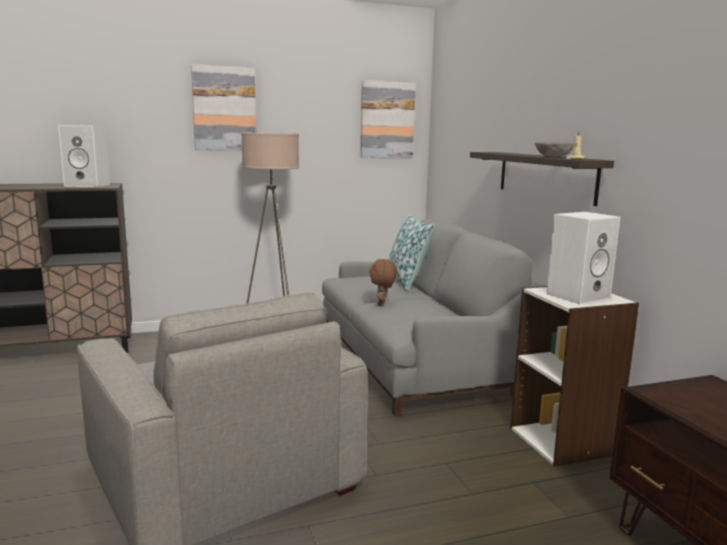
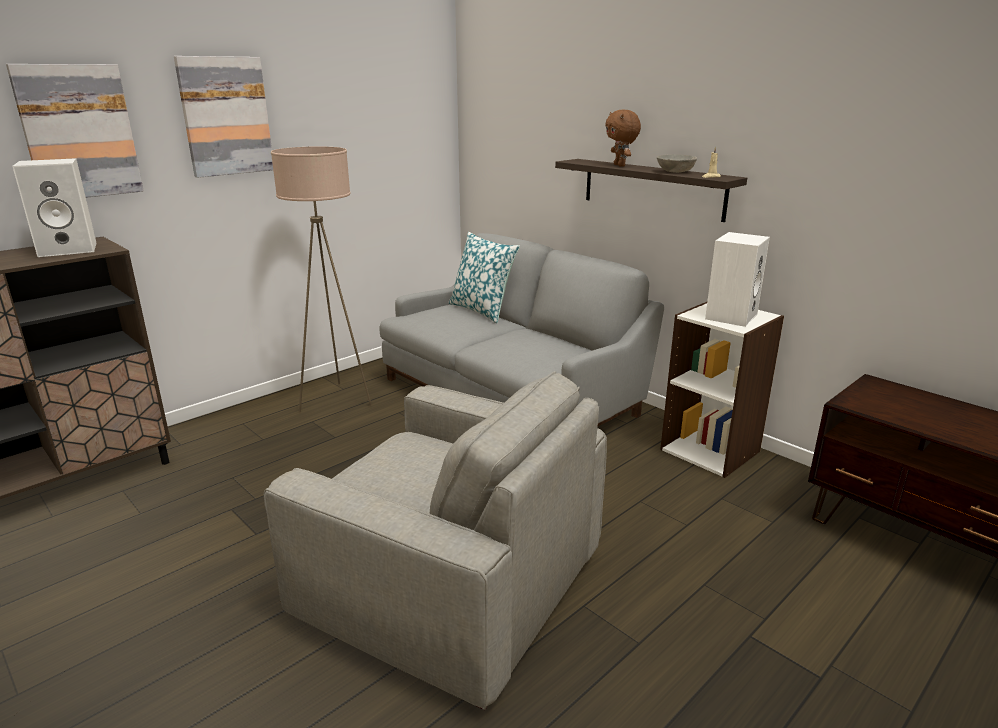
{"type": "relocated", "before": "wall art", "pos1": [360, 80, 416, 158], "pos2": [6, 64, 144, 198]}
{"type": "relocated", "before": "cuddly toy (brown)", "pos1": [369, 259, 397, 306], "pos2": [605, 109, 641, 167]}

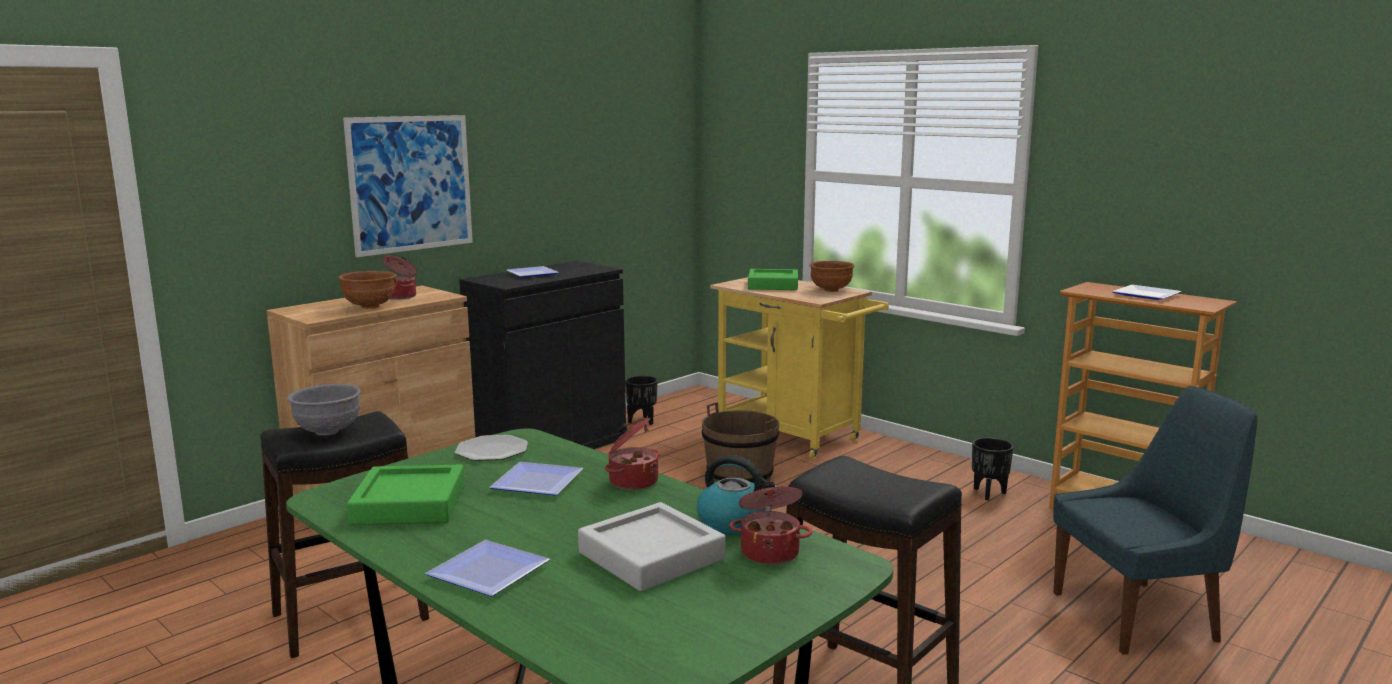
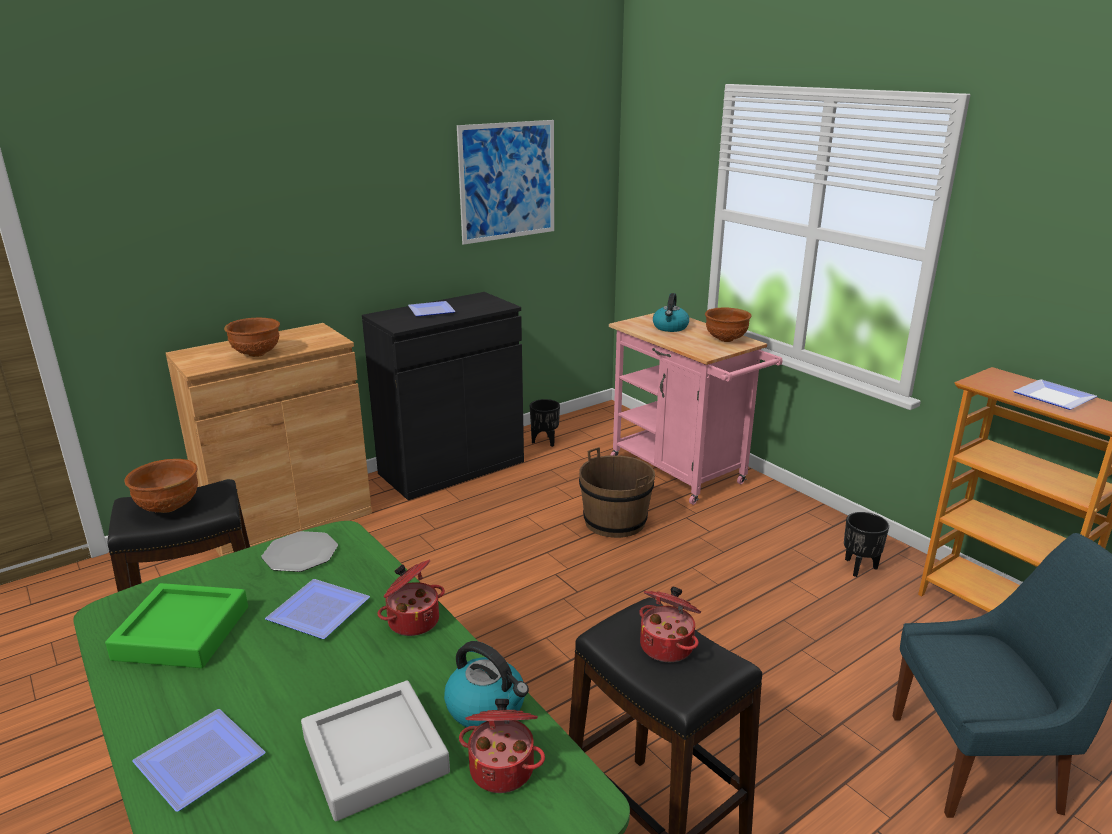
{"type": "colour", "before": "serving bowl (greyish)", "after": "serving bowl (brown)", "pos1": [287, 384, 361, 436], "pos2": [124, 459, 198, 513]}
{"type": "relocated", "before": "wall art", "pos1": [343, 115, 473, 257], "pos2": [457, 120, 554, 245]}
{"type": "colour", "before": "trolley (yellowish)", "after": "trolley (pinkish)", "pos1": [710, 277, 889, 459], "pos2": [609, 313, 782, 505]}
{"type": "relocated", "before": "cooking pot", "pos1": [382, 256, 417, 300], "pos2": [639, 586, 701, 662]}
{"type": "exchanged", "before": "serving tray (green-coloured)", "after": "kettle", "pos1": [748, 269, 798, 290], "pos2": [653, 293, 689, 332]}

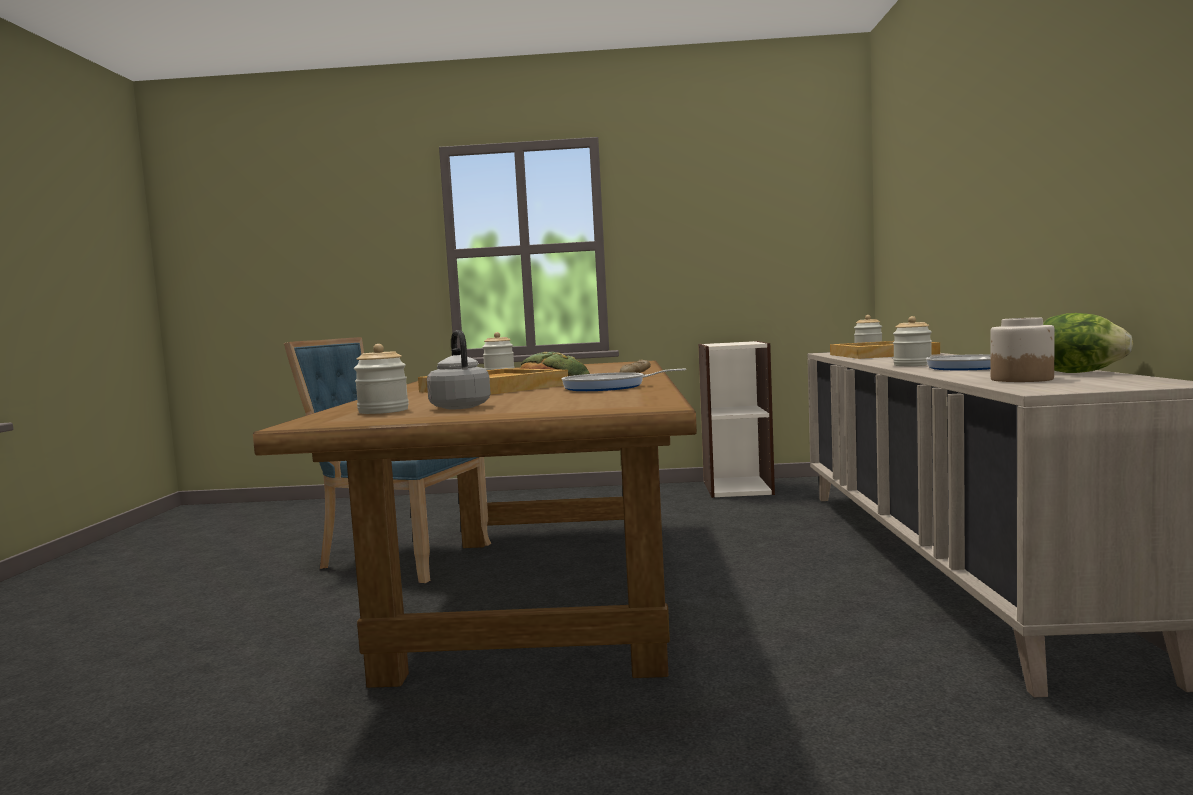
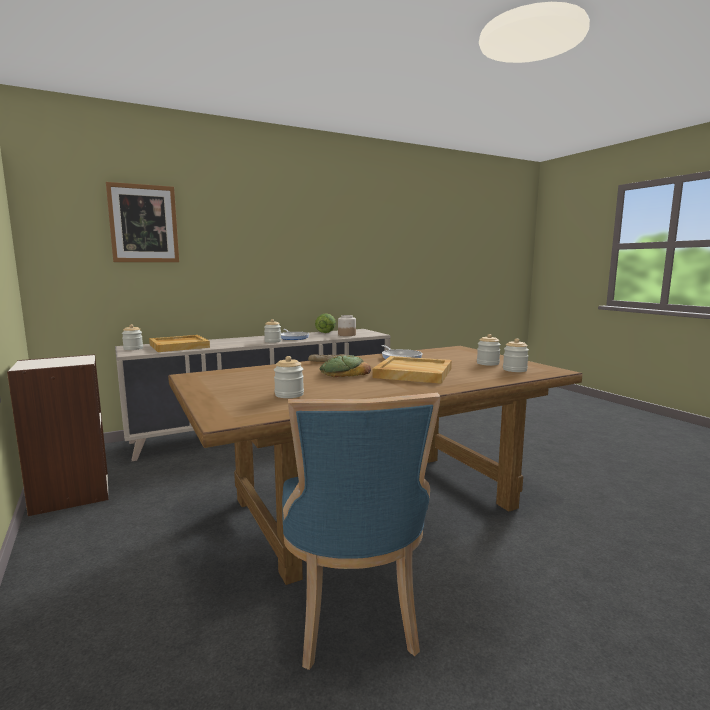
{"type": "appeared", "after": "wall art", "pos2": [106, 182, 179, 262]}
{"type": "exchanged", "before": "kettle (greyish)", "after": "storage jar", "pos1": [427, 330, 491, 409], "pos2": [477, 334, 501, 366]}

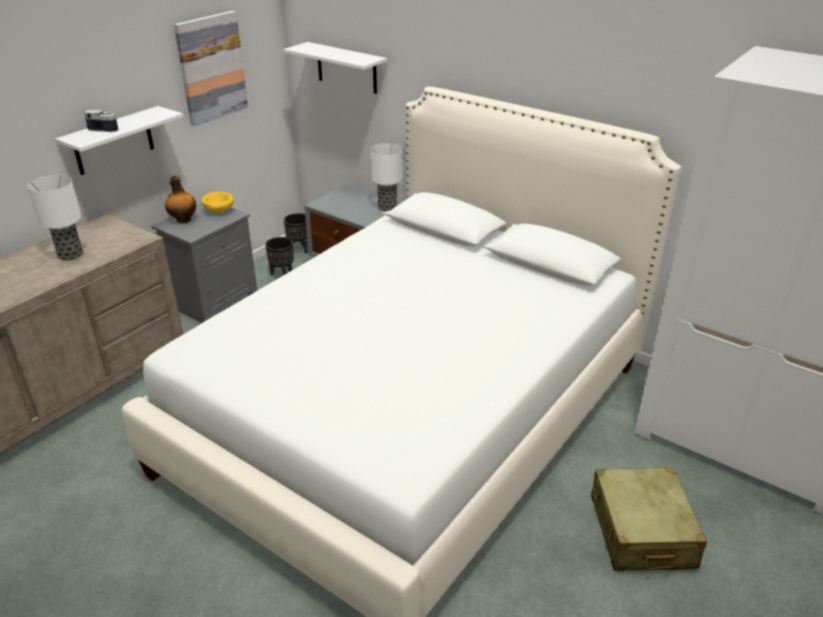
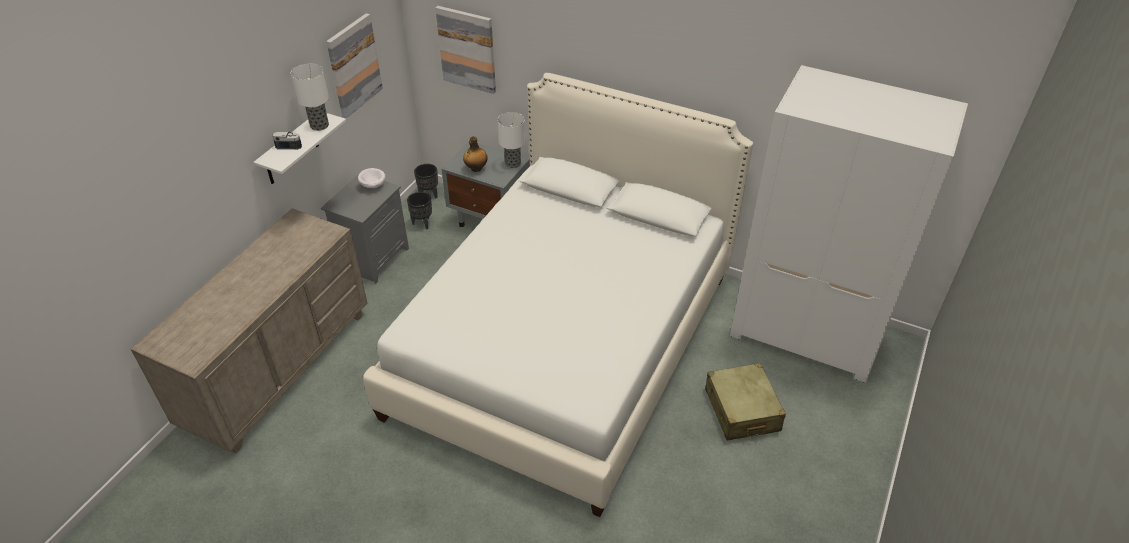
{"type": "relocated", "before": "lamp for a table", "pos1": [27, 175, 83, 261], "pos2": [291, 64, 329, 131]}
{"type": "colour", "before": "serving bowl (yellowish)", "after": "serving bowl (whitish)", "pos1": [201, 192, 234, 213], "pos2": [358, 168, 386, 188]}
{"type": "exchanged", "before": "shelf (whitish)", "after": "wall art", "pos1": [283, 42, 387, 94], "pos2": [435, 6, 496, 94]}
{"type": "relocated", "before": "drink bottle", "pos1": [165, 175, 196, 223], "pos2": [463, 136, 488, 172]}

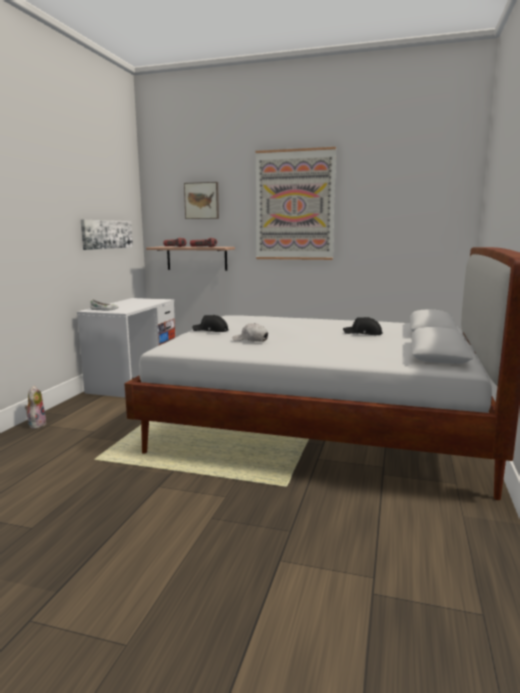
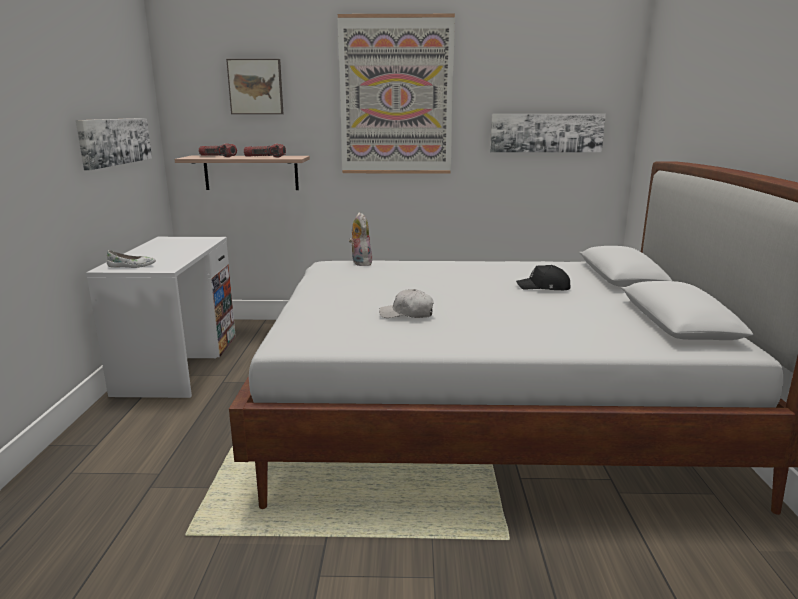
{"type": "relocated", "before": "cuddly toy", "pos1": [25, 386, 47, 429], "pos2": [349, 212, 372, 266]}
{"type": "appeared", "after": "wall art", "pos2": [490, 114, 606, 153]}
{"type": "missing", "before": "cap (blackish)", "pos1": [192, 315, 229, 332]}

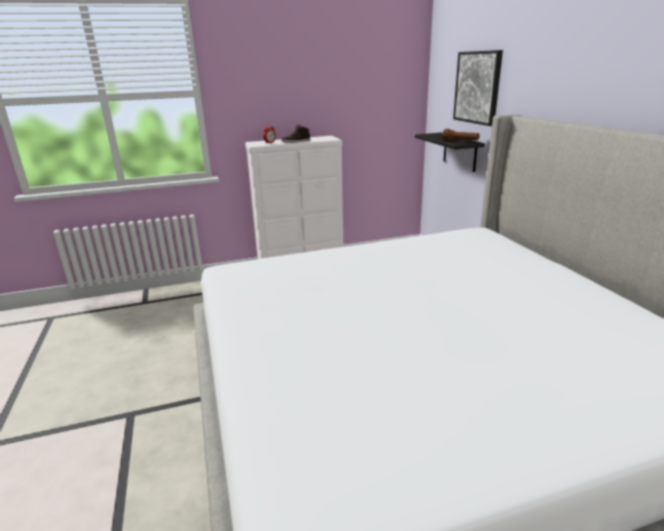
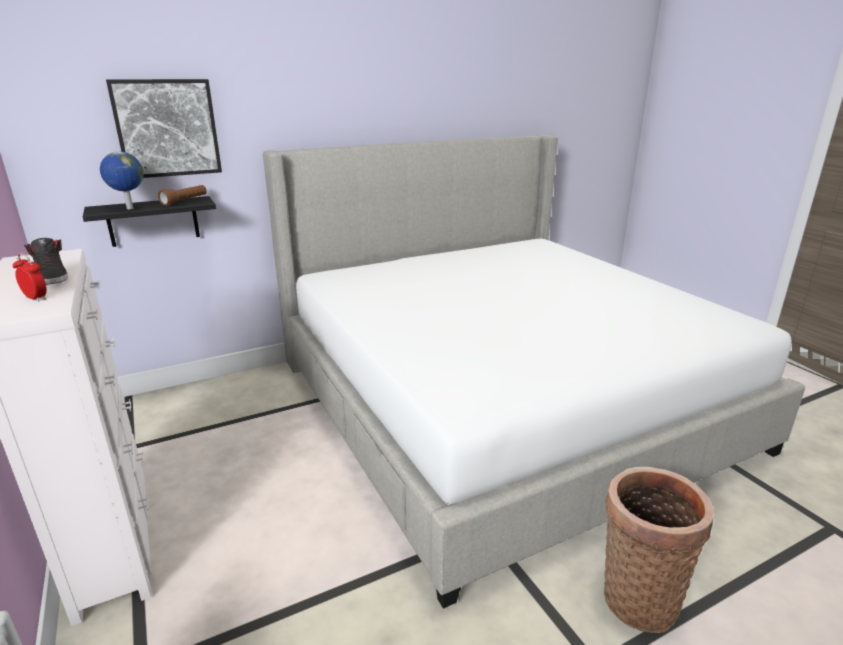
{"type": "appeared", "after": "globe", "pos2": [100, 151, 144, 209]}
{"type": "appeared", "after": "basket", "pos2": [604, 467, 714, 633]}

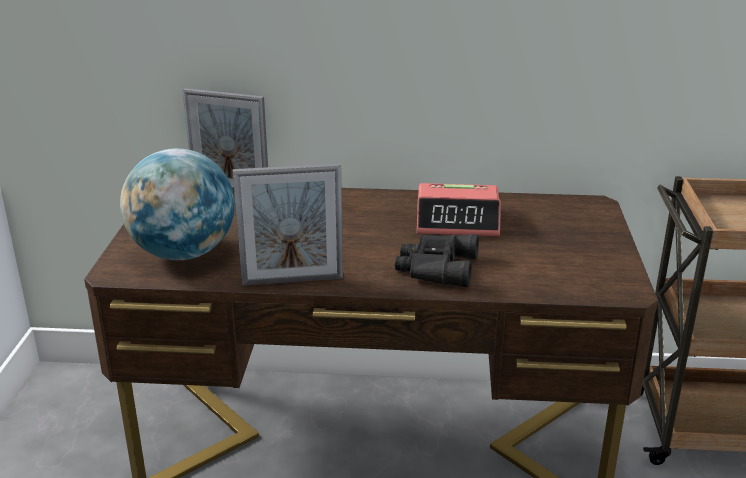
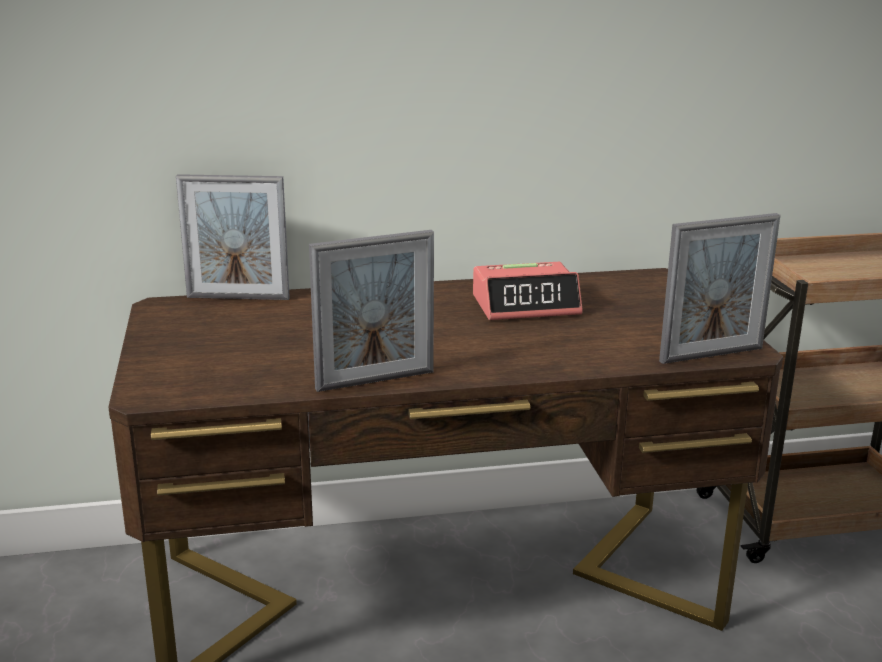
{"type": "appeared", "after": "photo frame", "pos2": [659, 213, 781, 364]}
{"type": "missing", "before": "globe", "pos1": [120, 148, 235, 260]}
{"type": "missing", "before": "field glasses (blackish)", "pos1": [395, 234, 479, 287]}

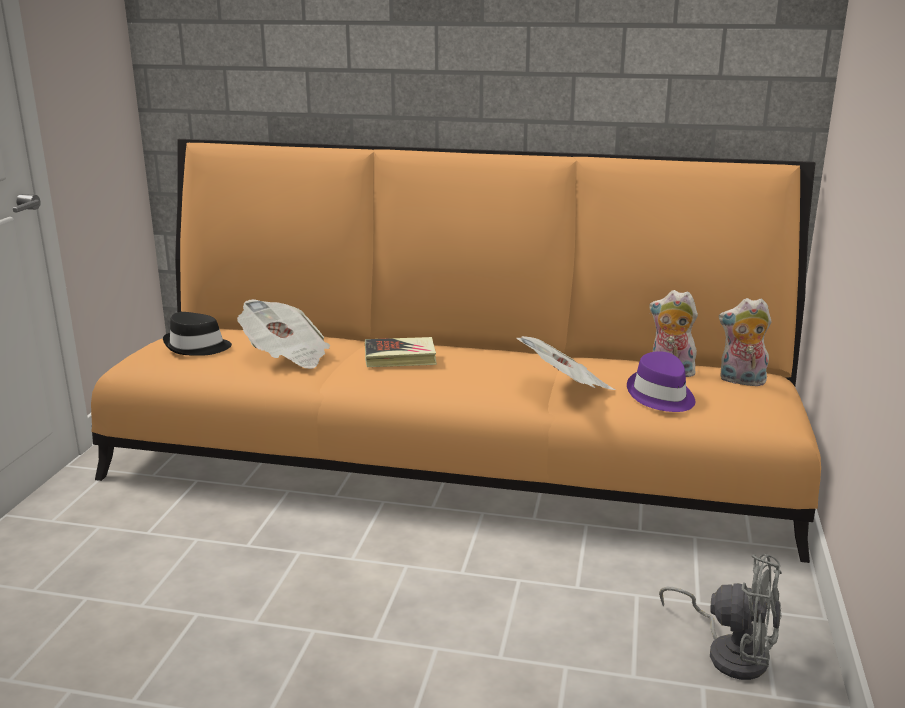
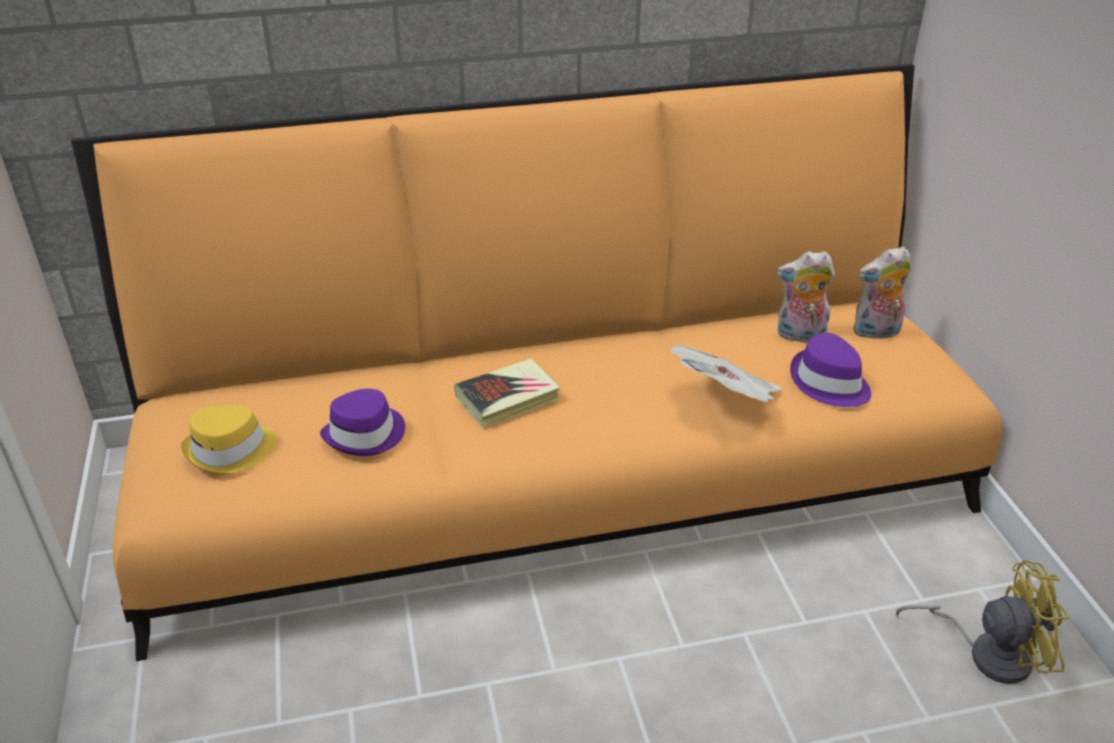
{"type": "colour", "before": "wearable hat (blackish)", "after": "wearable hat (yellowish)", "pos1": [163, 312, 232, 356], "pos2": [181, 405, 277, 474]}
{"type": "exchanged", "before": "printed paper", "after": "wearable hat (purple-coloured)", "pos1": [237, 299, 330, 369], "pos2": [320, 389, 405, 456]}
{"type": "colour", "before": "electric fan (greyish)", "after": "electric fan (yellowish)", "pos1": [659, 554, 782, 680], "pos2": [896, 560, 1069, 684]}

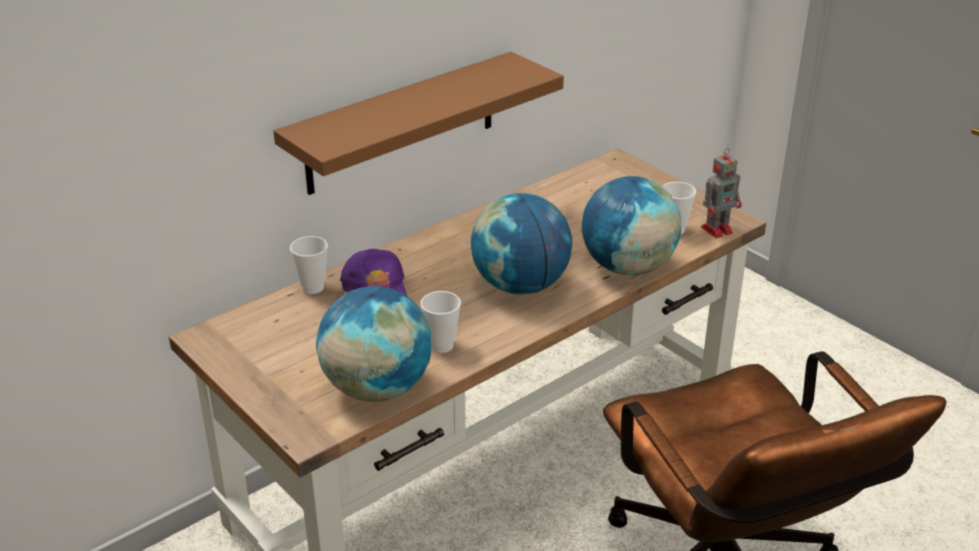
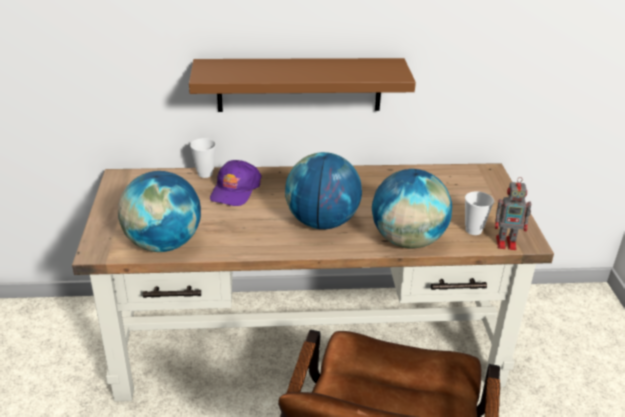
{"type": "missing", "before": "cup", "pos1": [420, 291, 461, 353]}

